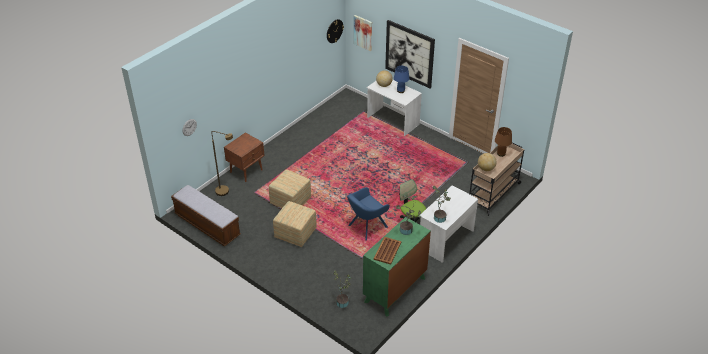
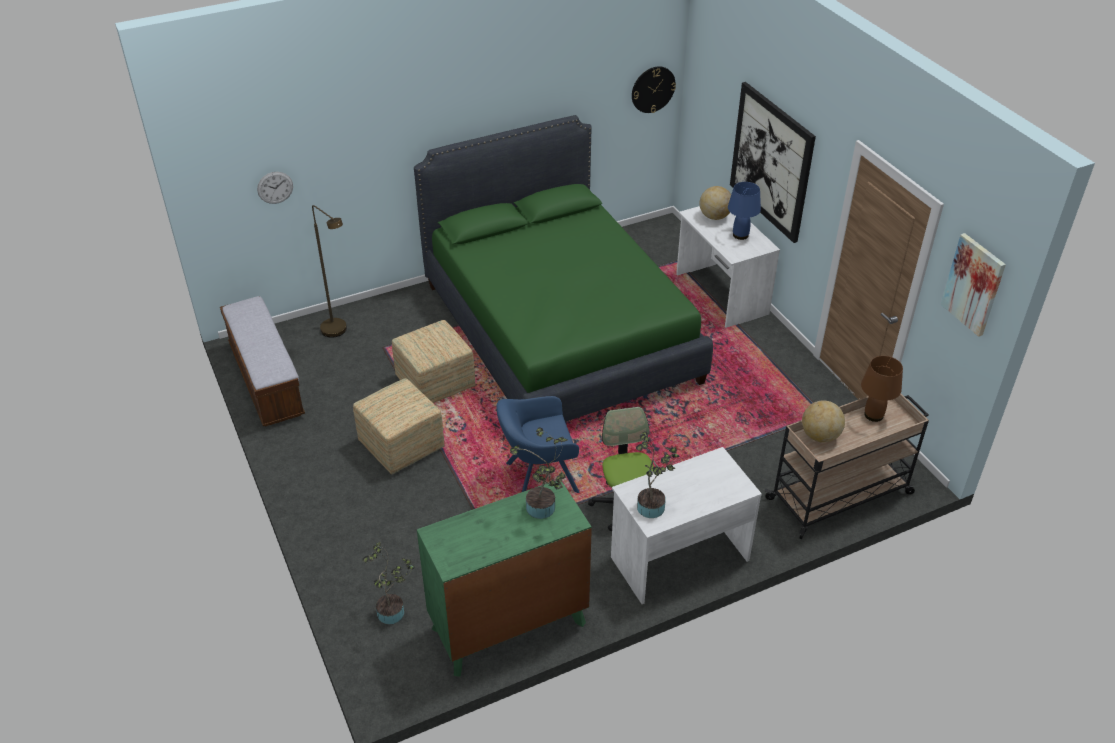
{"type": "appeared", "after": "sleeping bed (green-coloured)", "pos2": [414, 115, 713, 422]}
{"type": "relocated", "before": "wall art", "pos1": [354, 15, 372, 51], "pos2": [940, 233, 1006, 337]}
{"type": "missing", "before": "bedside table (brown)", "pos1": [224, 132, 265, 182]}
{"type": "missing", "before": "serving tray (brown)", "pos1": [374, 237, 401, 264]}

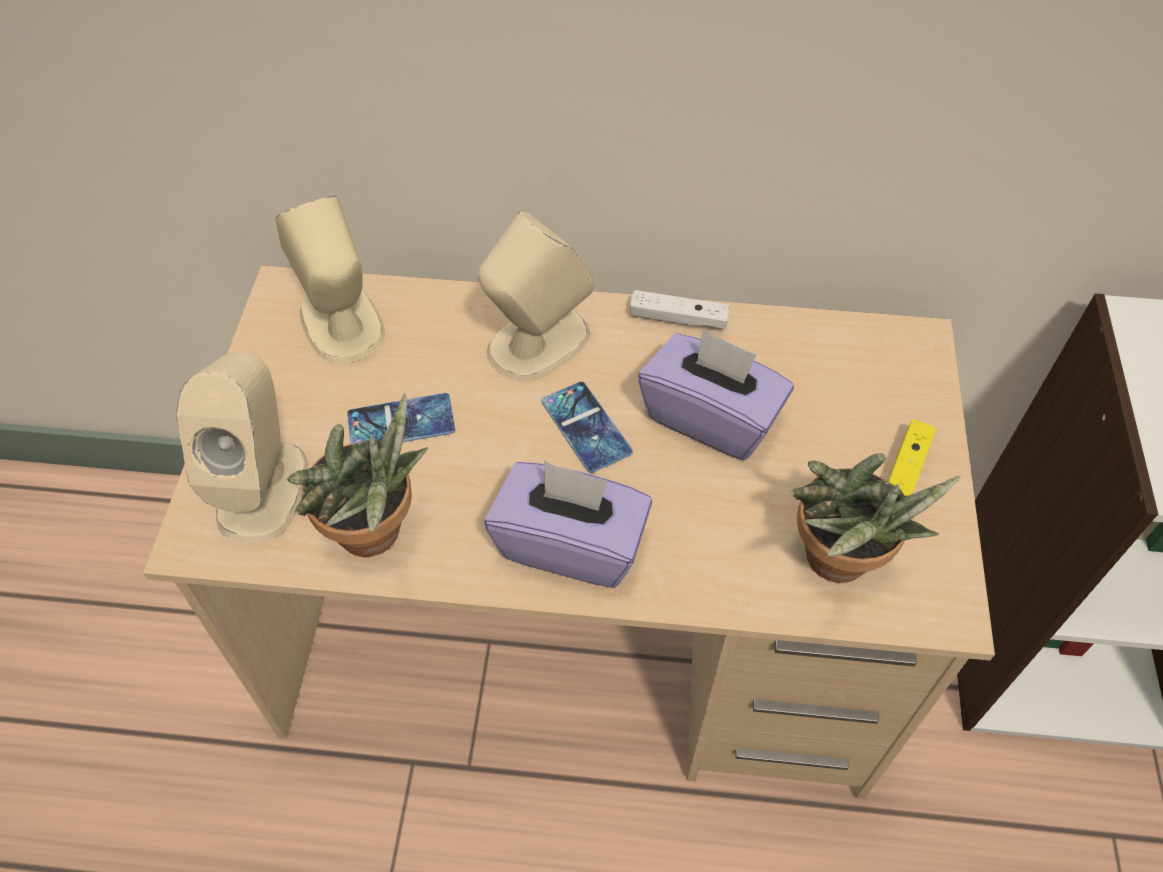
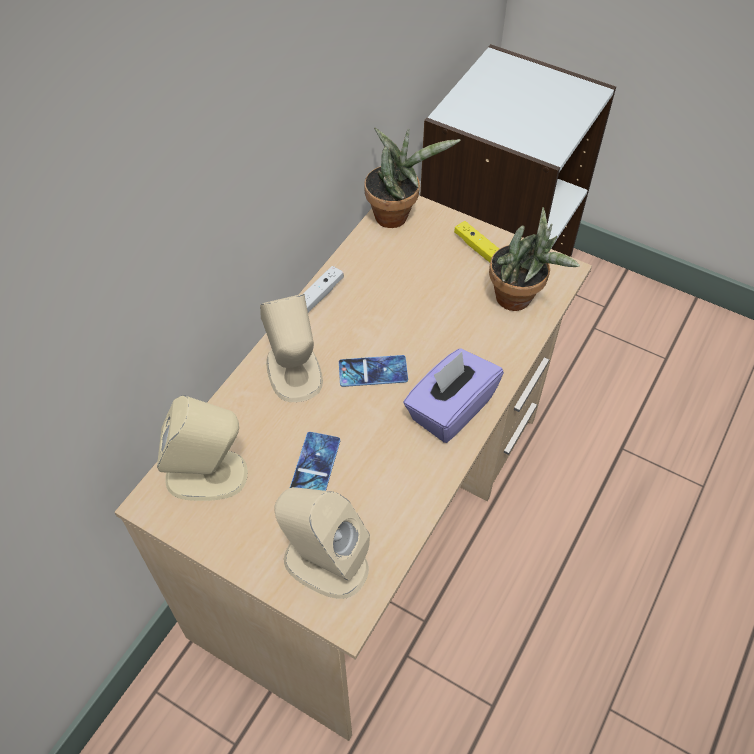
{"type": "relocated", "before": "houseplant", "pos1": [287, 393, 428, 557], "pos2": [364, 127, 461, 228]}
{"type": "missing", "before": "tissue box (purple-coloured)", "pos1": [638, 329, 794, 460]}

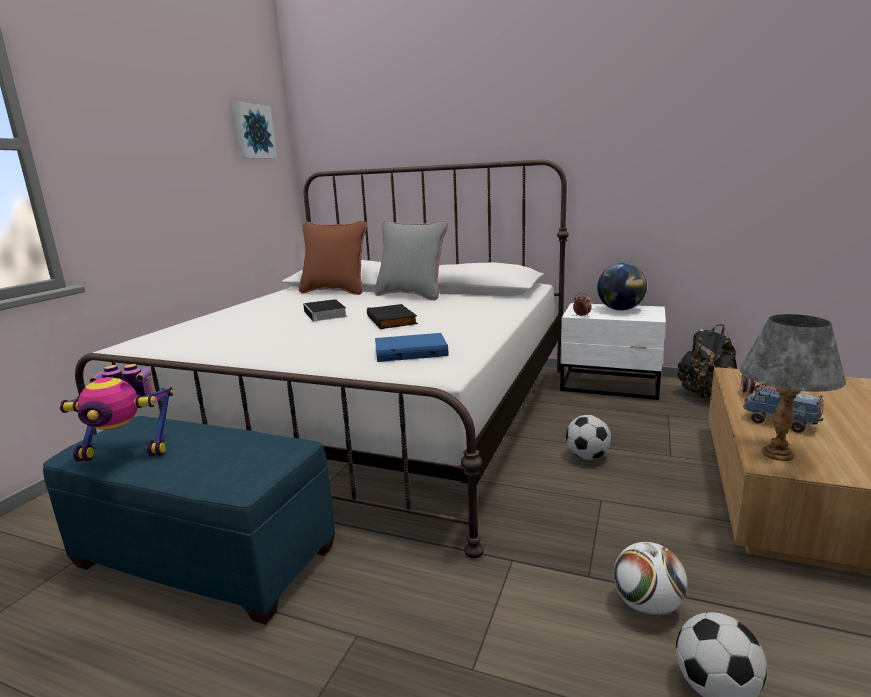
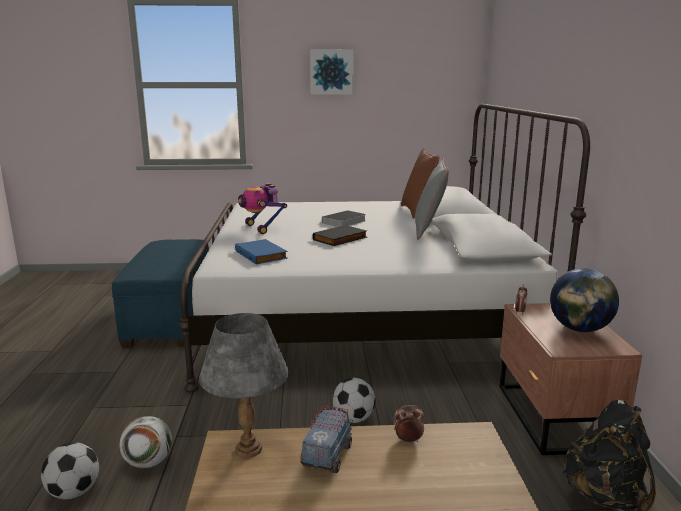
{"type": "relocated", "before": "robot figure", "pos1": [59, 364, 174, 462], "pos2": [238, 183, 287, 234]}
{"type": "relocated", "before": "wall art", "pos1": [232, 101, 277, 159], "pos2": [310, 49, 354, 95]}
{"type": "colour", "before": "bedside table (whitish)", "after": "bedside table (brown)", "pos1": [560, 303, 666, 400], "pos2": [500, 303, 642, 455]}

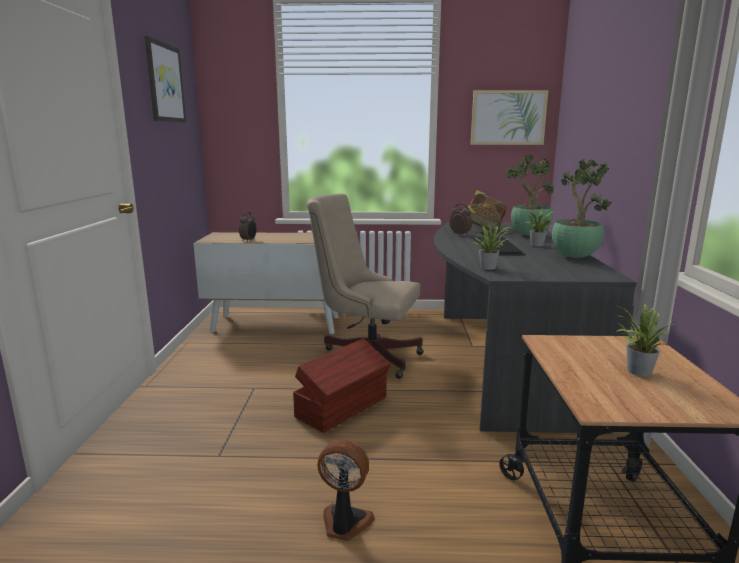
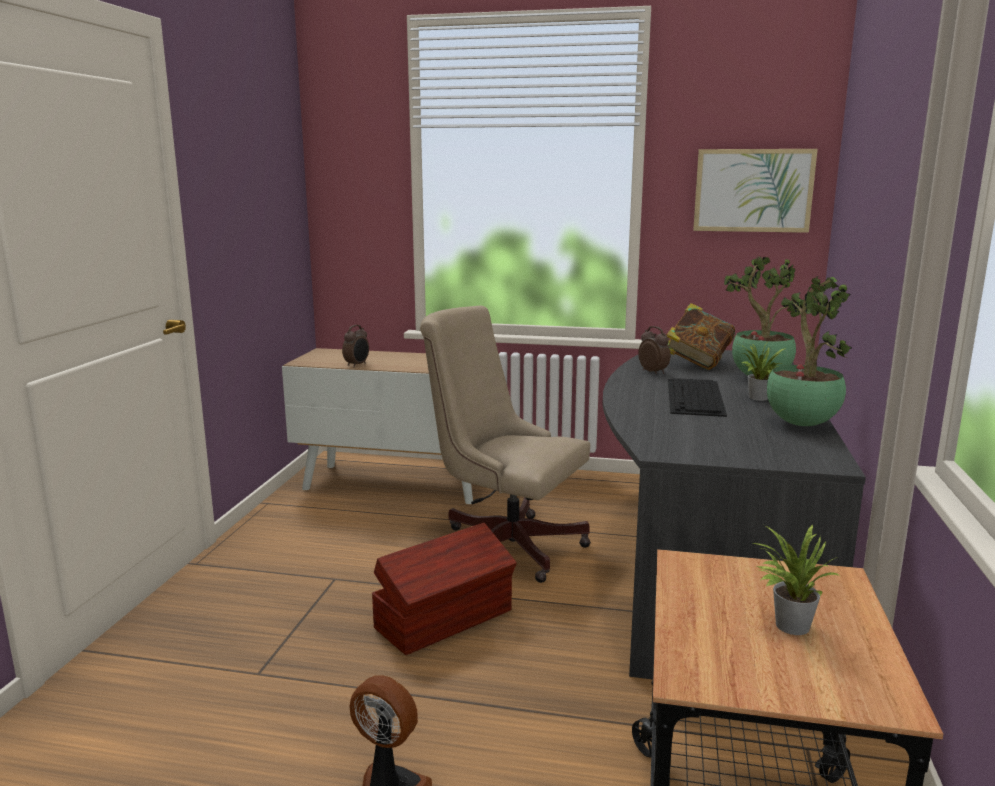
{"type": "missing", "before": "wall art", "pos1": [144, 36, 186, 123]}
{"type": "missing", "before": "houseplant", "pos1": [474, 223, 511, 270]}

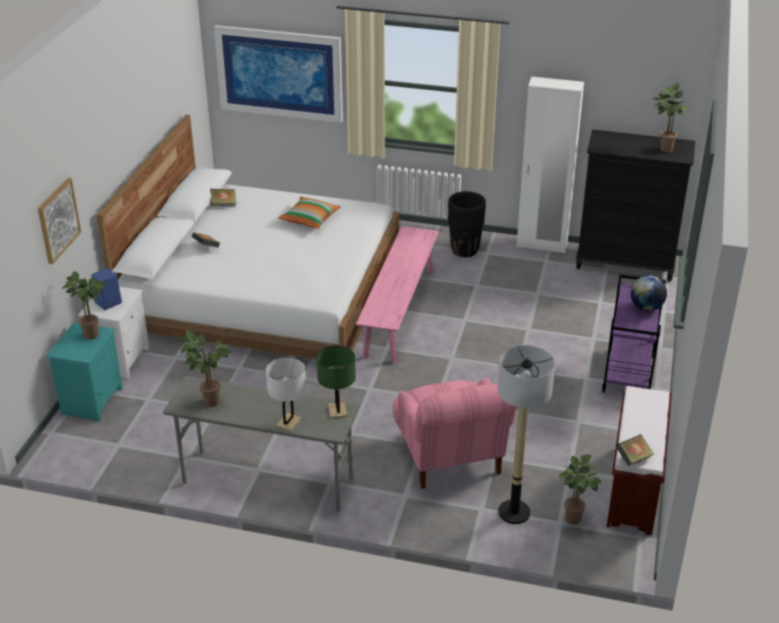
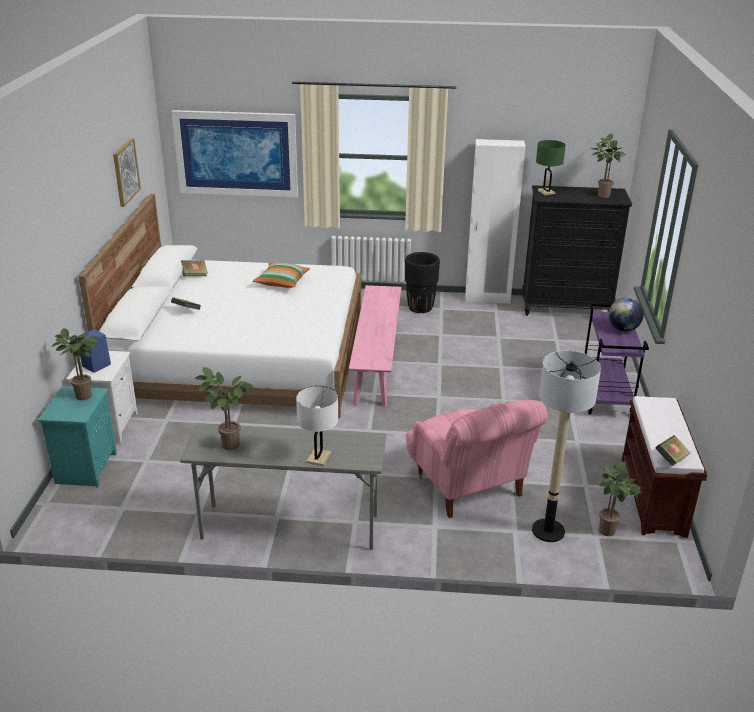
{"type": "relocated", "before": "wall art", "pos1": [38, 178, 81, 264], "pos2": [113, 138, 141, 207]}
{"type": "relocated", "before": "lamp for a table (green-coloured)", "pos1": [317, 346, 356, 419], "pos2": [536, 140, 566, 195]}

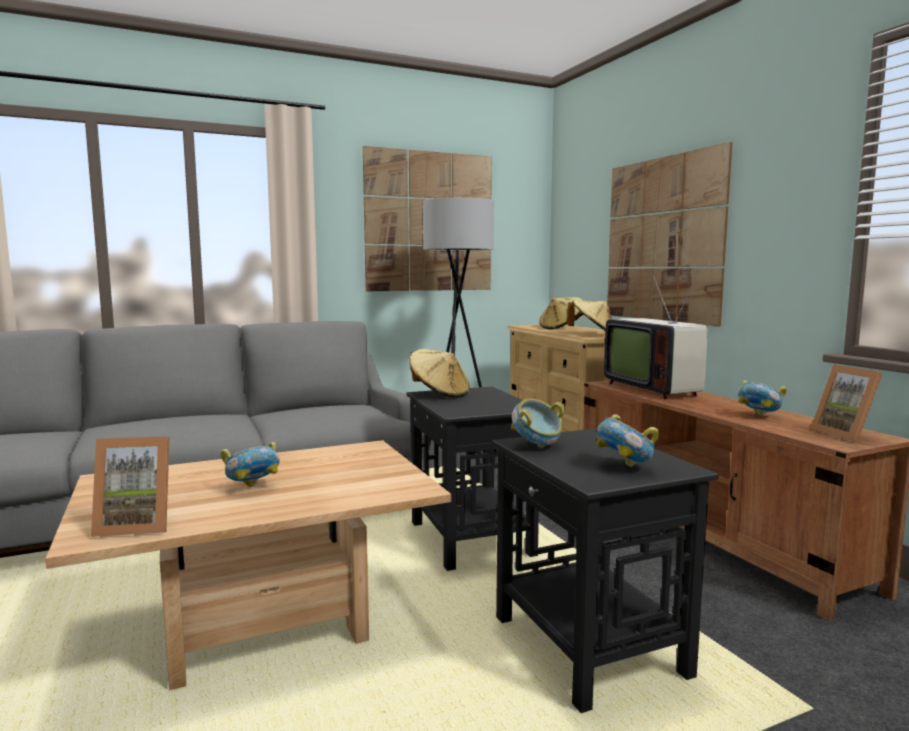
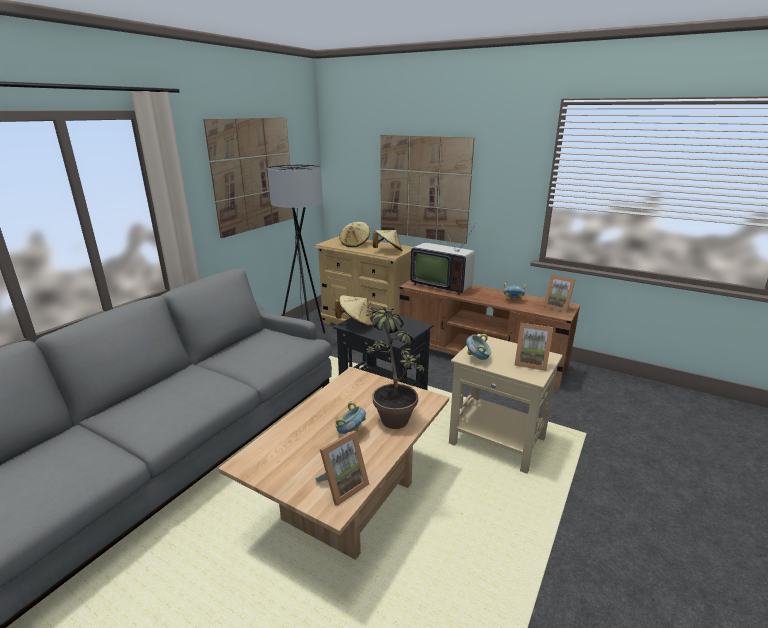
{"type": "appeared", "after": "houseplant", "pos2": [365, 298, 425, 429]}
{"type": "colour", "before": "side table (blackish)", "after": "side table (beige-coloured)", "pos1": [492, 428, 719, 713], "pos2": [449, 334, 563, 474]}
{"type": "exchanged", "before": "serving bowl", "after": "photo frame", "pos1": [596, 414, 659, 467], "pos2": [514, 323, 553, 371]}

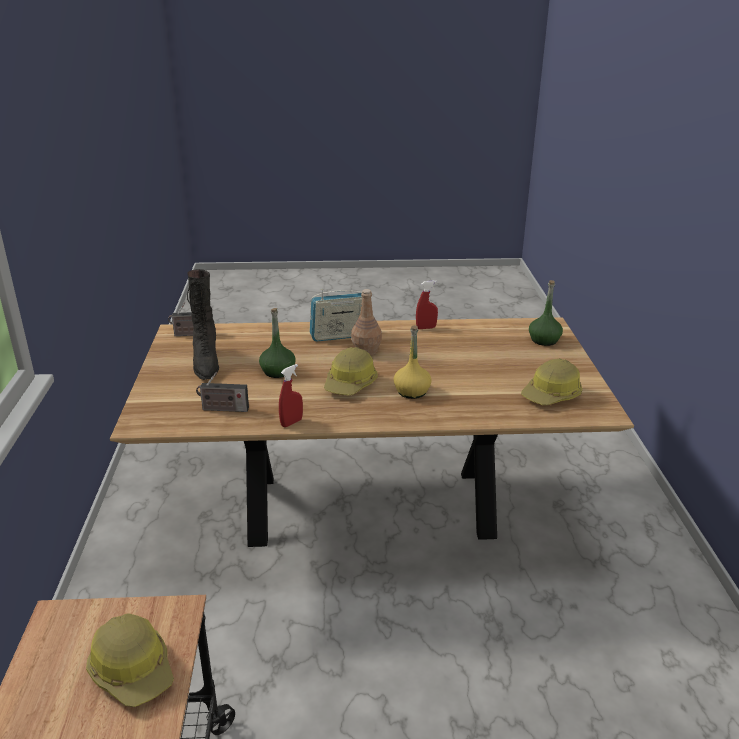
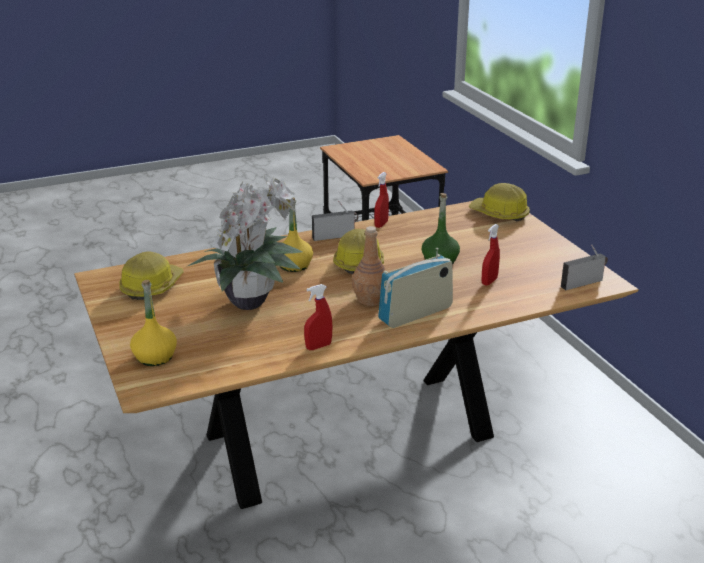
{"type": "colour", "before": "drink bottle (green-coloured)", "after": "drink bottle (yellowish)", "pos1": [529, 280, 563, 346], "pos2": [130, 280, 177, 366]}
{"type": "appeared", "after": "houseplant", "pos2": [186, 175, 303, 310]}
{"type": "relocated", "before": "radio set", "pos1": [196, 372, 249, 412], "pos2": [312, 201, 358, 241]}
{"type": "relocated", "before": "work helmet", "pos1": [86, 613, 174, 707], "pos2": [469, 183, 530, 221]}
{"type": "appeared", "after": "sprayer (red-coloured)", "pos2": [482, 224, 500, 286]}
{"type": "missing", "before": "high-top boot (blackish)", "pos1": [187, 269, 219, 380]}

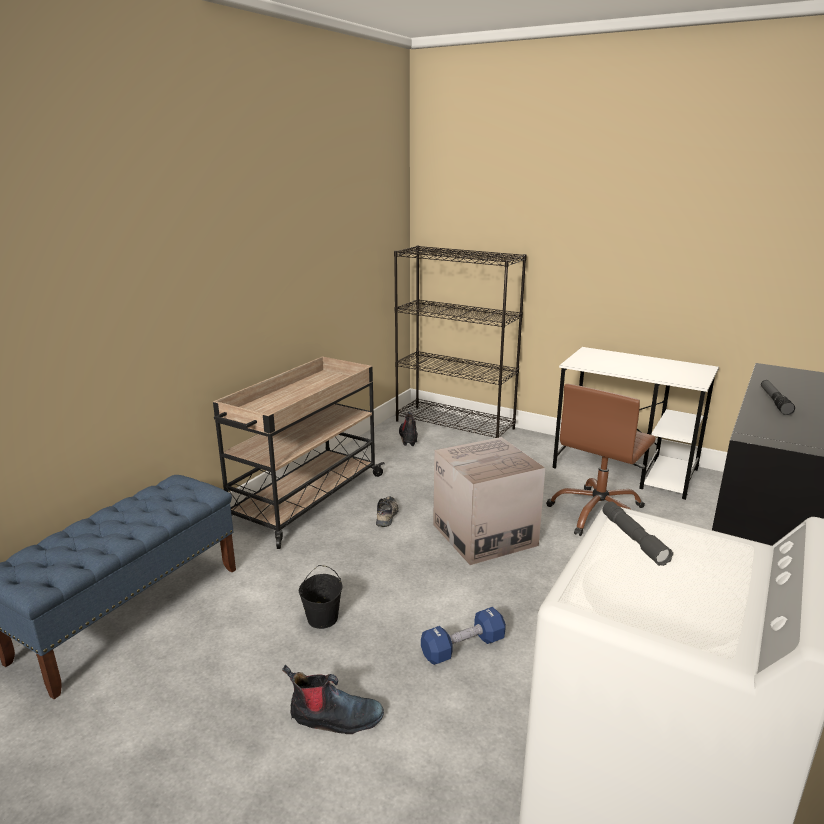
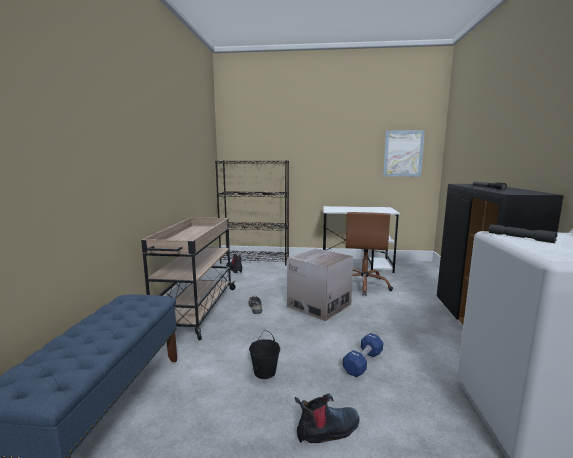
{"type": "appeared", "after": "wall art", "pos2": [383, 130, 425, 177]}

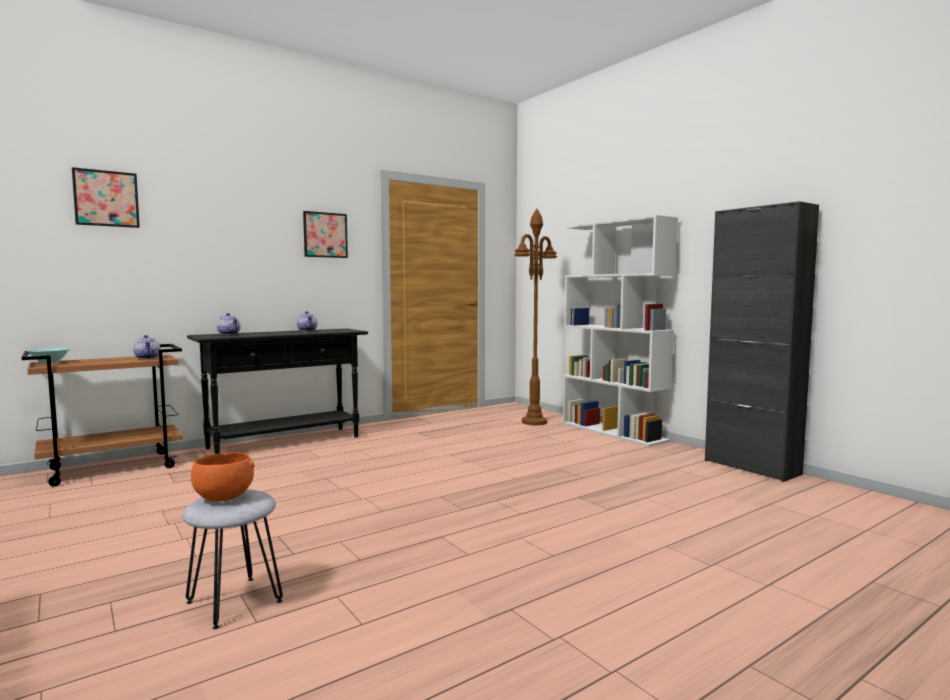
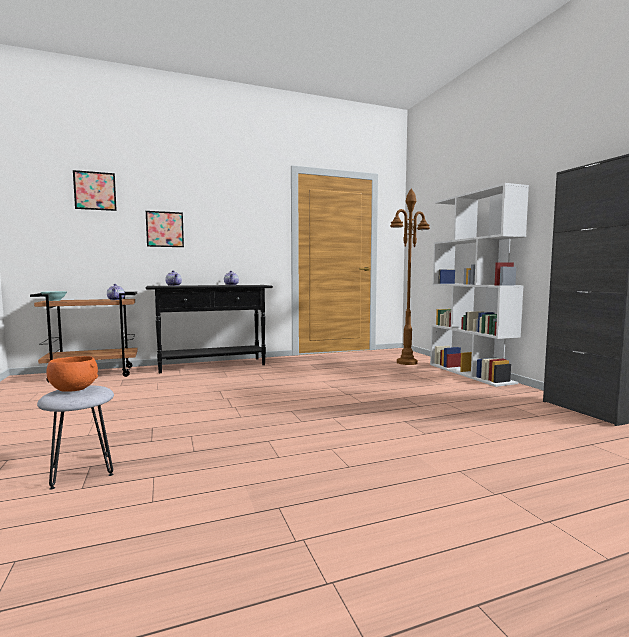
{"type": "relocated", "before": "wall art", "pos1": [303, 211, 348, 258], "pos2": [146, 211, 184, 247]}

